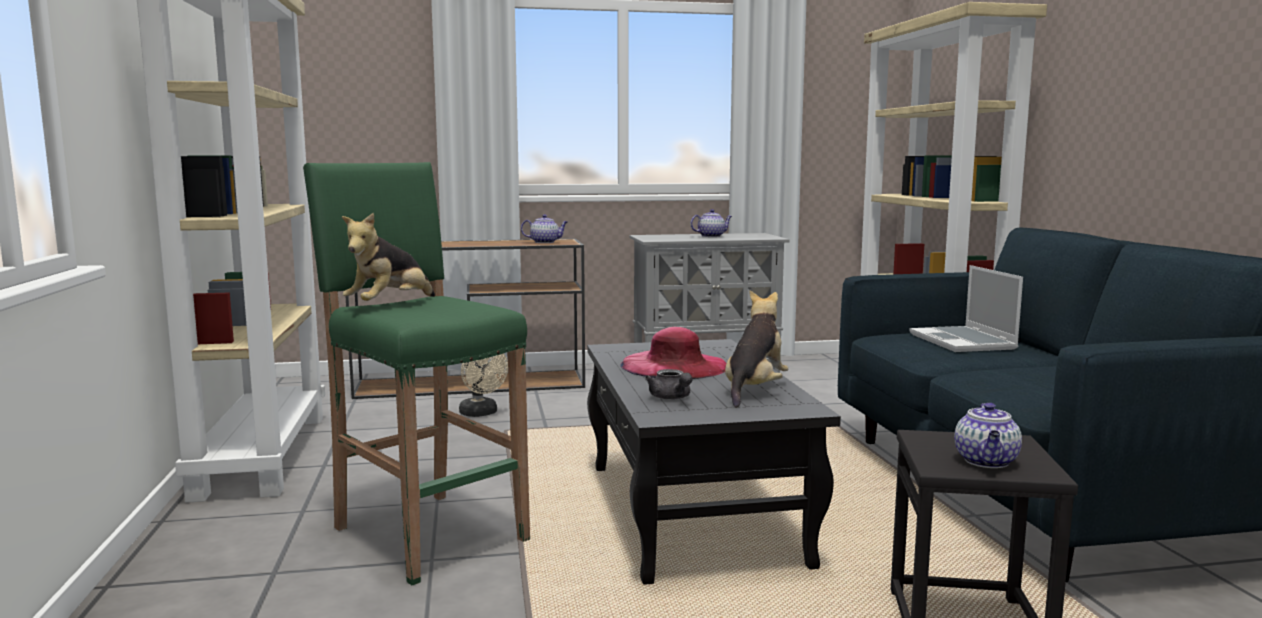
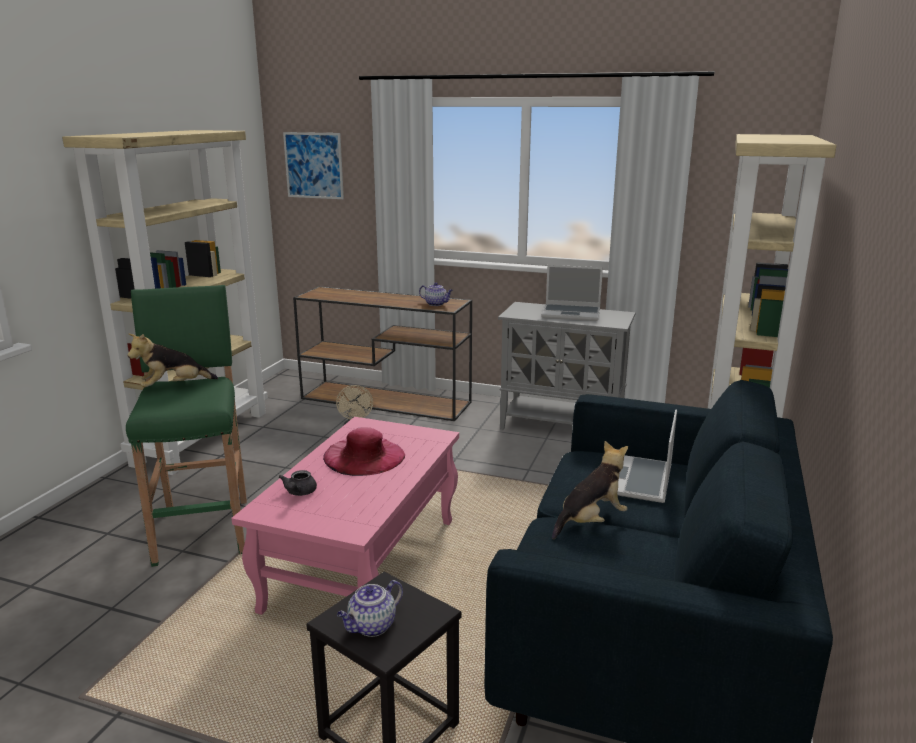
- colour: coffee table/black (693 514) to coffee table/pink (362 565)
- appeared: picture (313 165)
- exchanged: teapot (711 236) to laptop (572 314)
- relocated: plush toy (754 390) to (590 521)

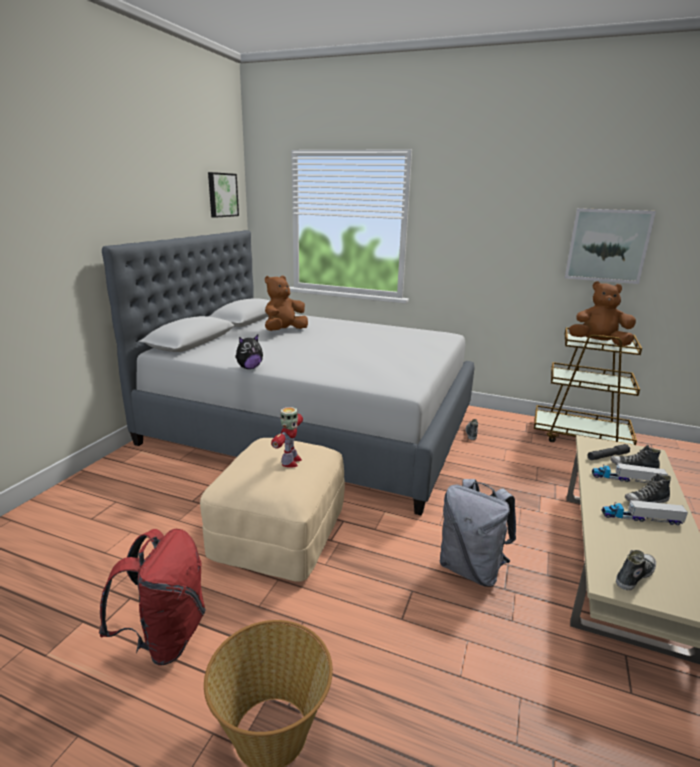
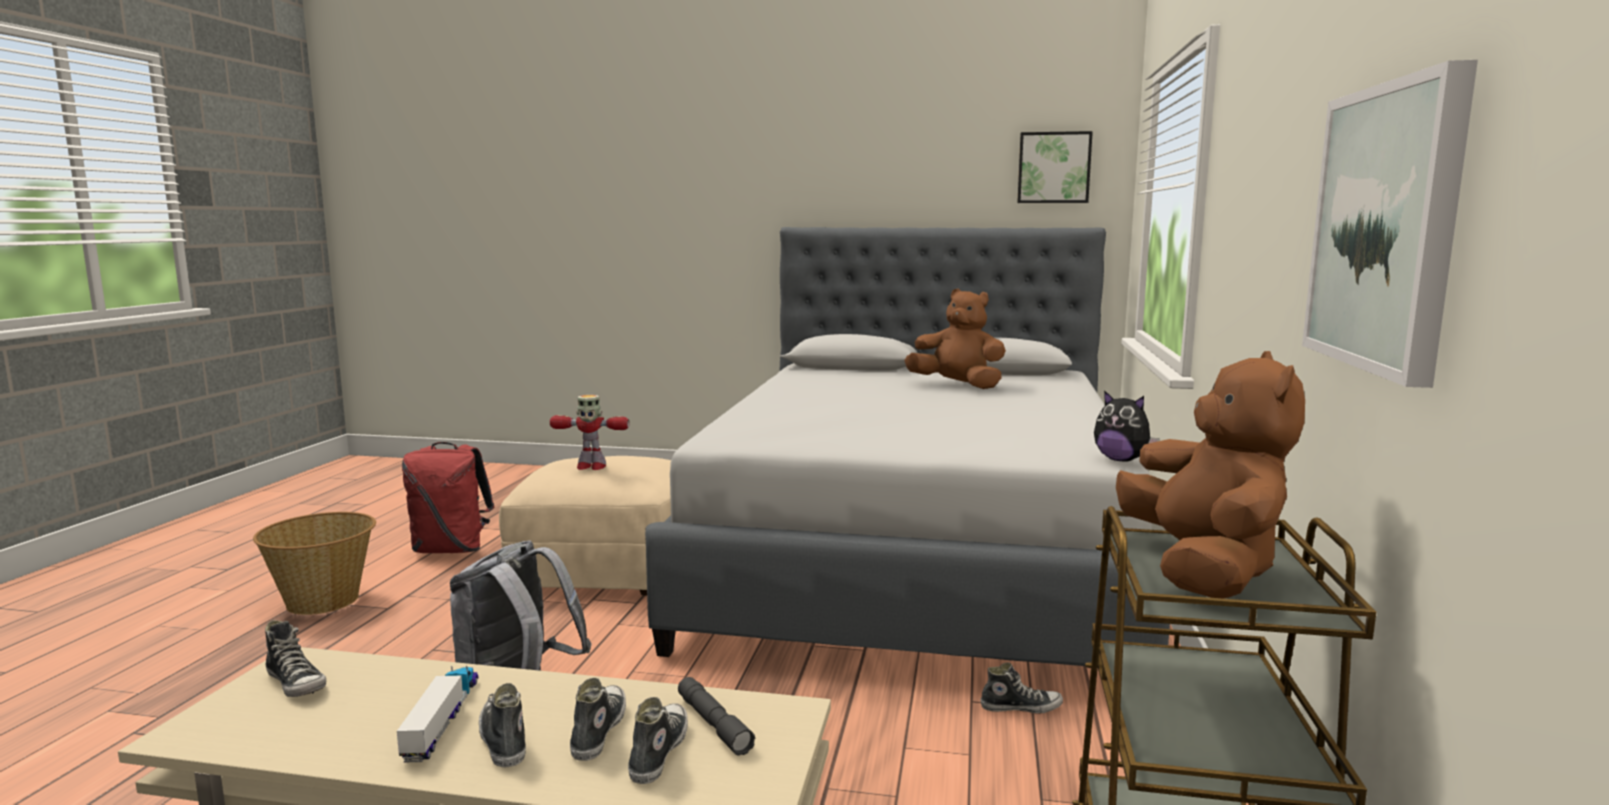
- exchanged: toy truck (626 479) to shoe (598 731)
- relocated: plush toy (249 368) to (1121 460)

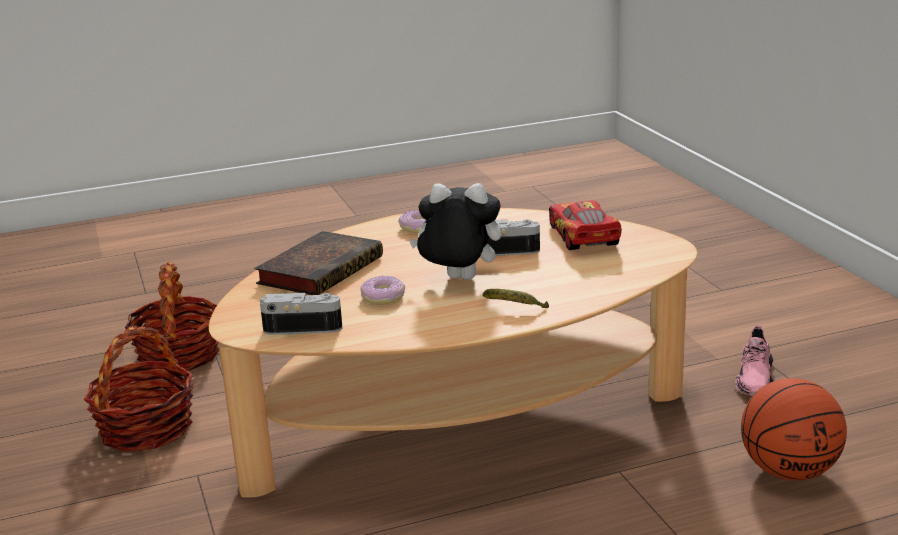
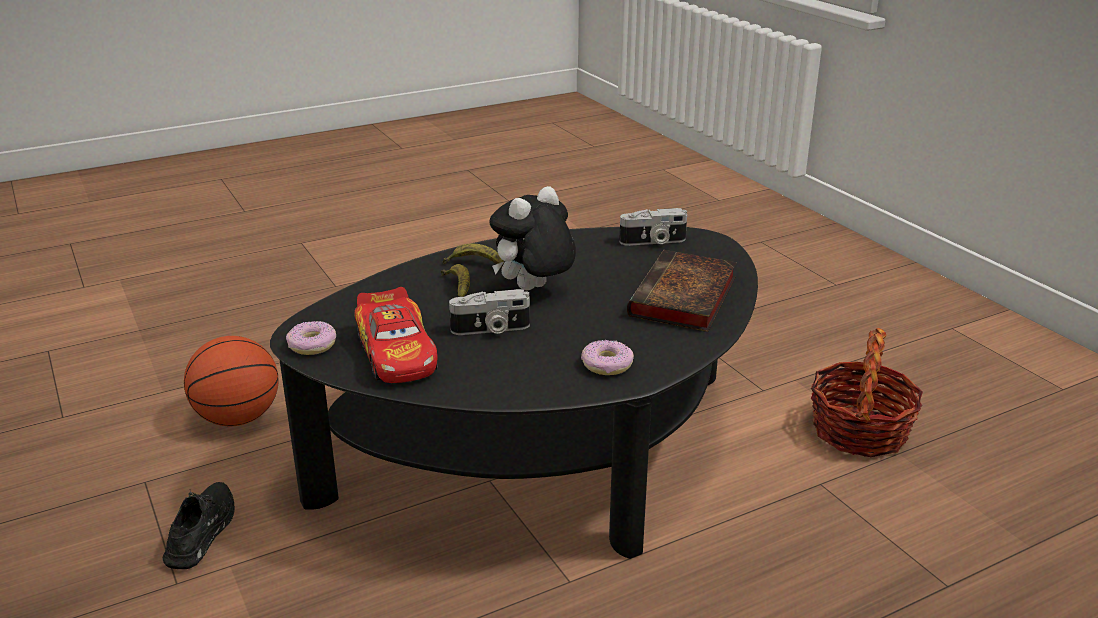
- colour: shoe/pink (755 378) to shoe/black (202 532)
- colour: coffee table/beige (459 421) to coffee table/black (544 455)
- relocated: donut (383 297) to (312 345)
- appeared: banana (458 287)
- spun: plush toy (458 280) = (533 290) 135 degrees clockwise
- missing: basket (179 356)

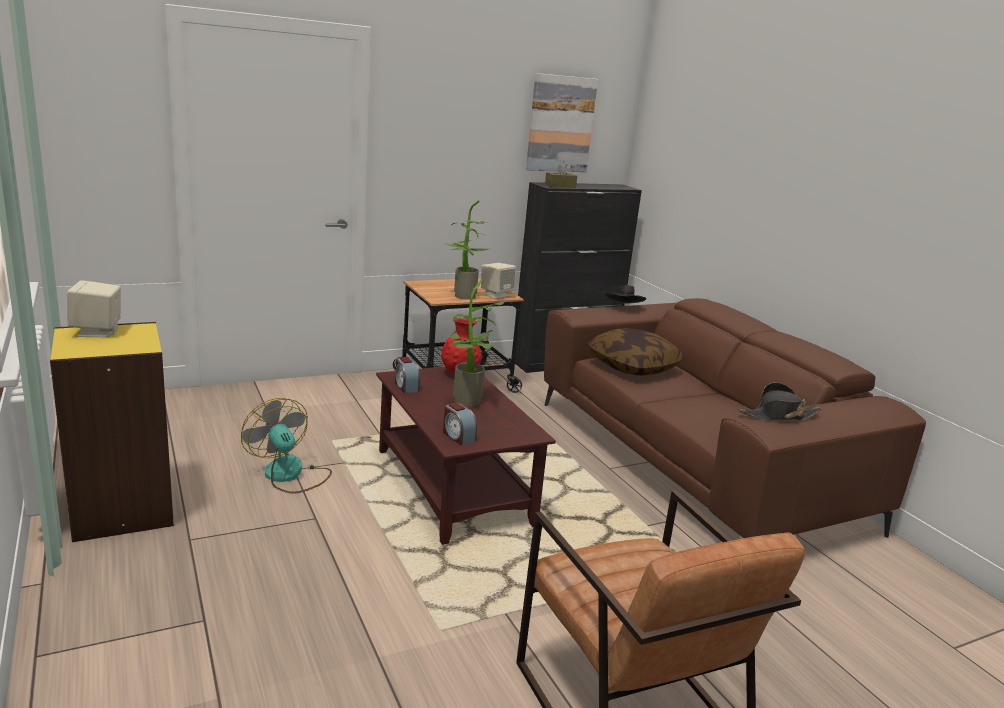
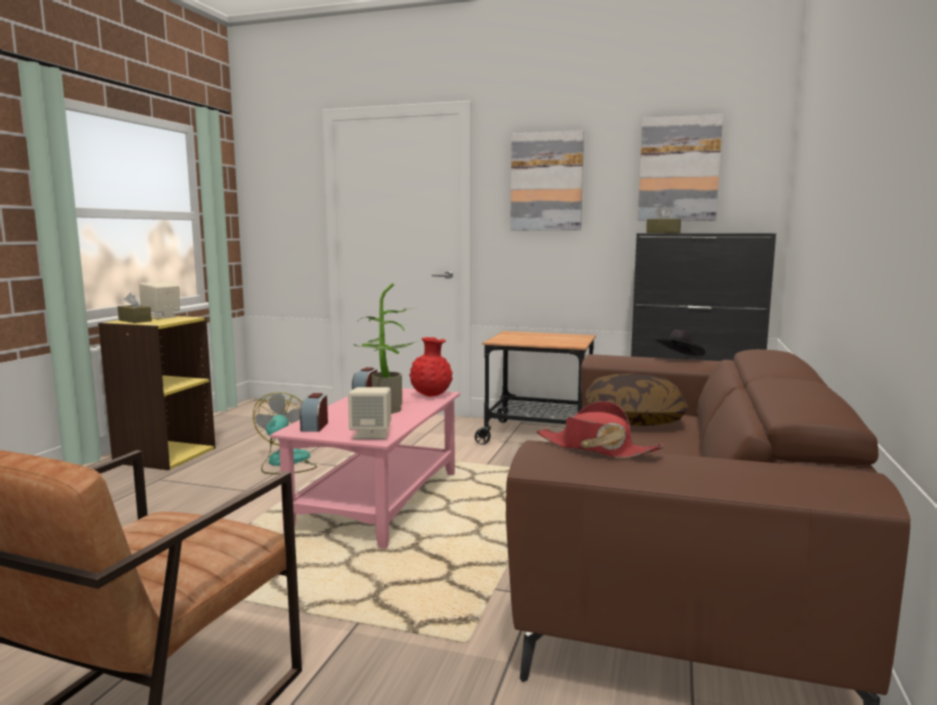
- appeared: tissue box/brown (135 320)
- colour: coffee table/brown (454 487) to coffee table/pink (378 502)
- relocated: speaker/beige (496 295) to (371 434)
- appeared: picture (546 182)
- colour: hat/black (778 415) to hat/red (596 448)
- missing: potted plant (462 297)

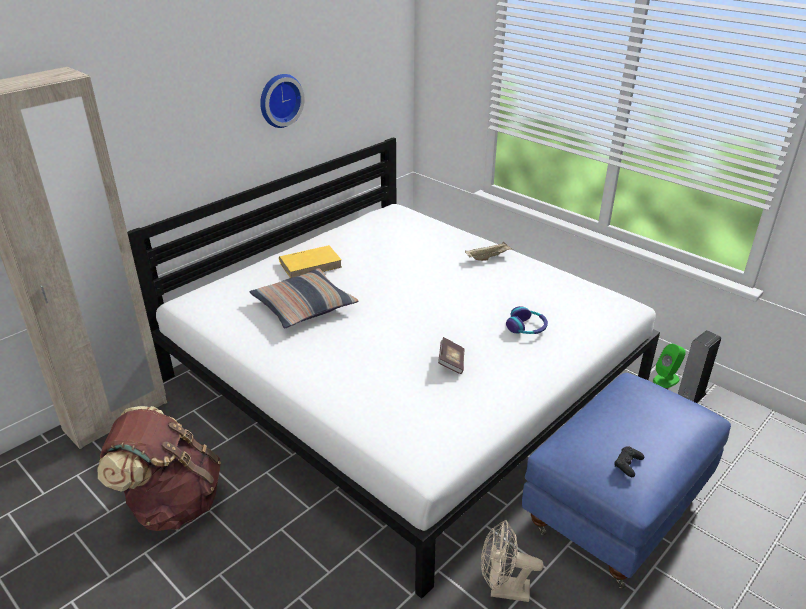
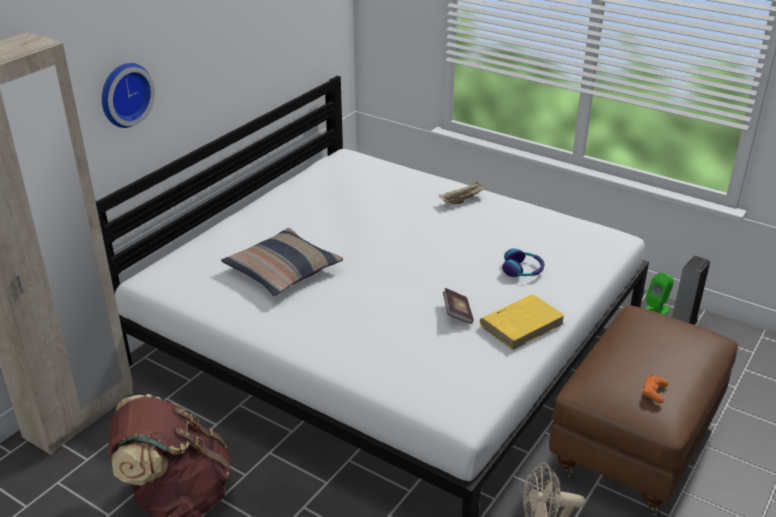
- relocated: wall clock (279 100) to (124 94)
- relocated: book/yellow (311 264) to (522 324)
- colour: ottoman/blue (615 509) to ottoman/brown (634 443)
- colour: game controller/black (628 464) to game controller/orange (654 392)

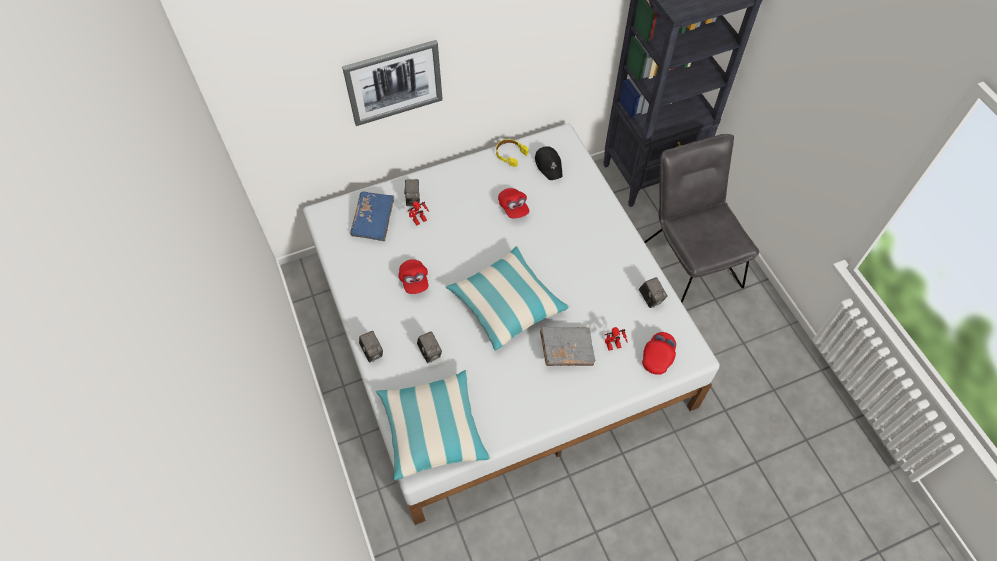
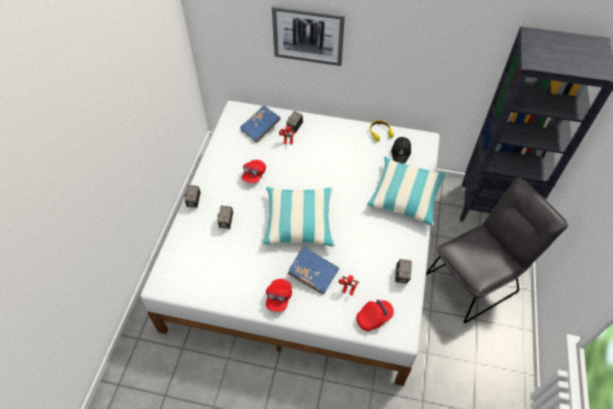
- relocated: cap/red (513 208) to (278 298)
- colour: book/grey (566 350) to book/blue (313 274)
- relocated: pillow (433 429) to (406 196)
- spun: chair/grey (688 260) = (476 280) 45 degrees clockwise

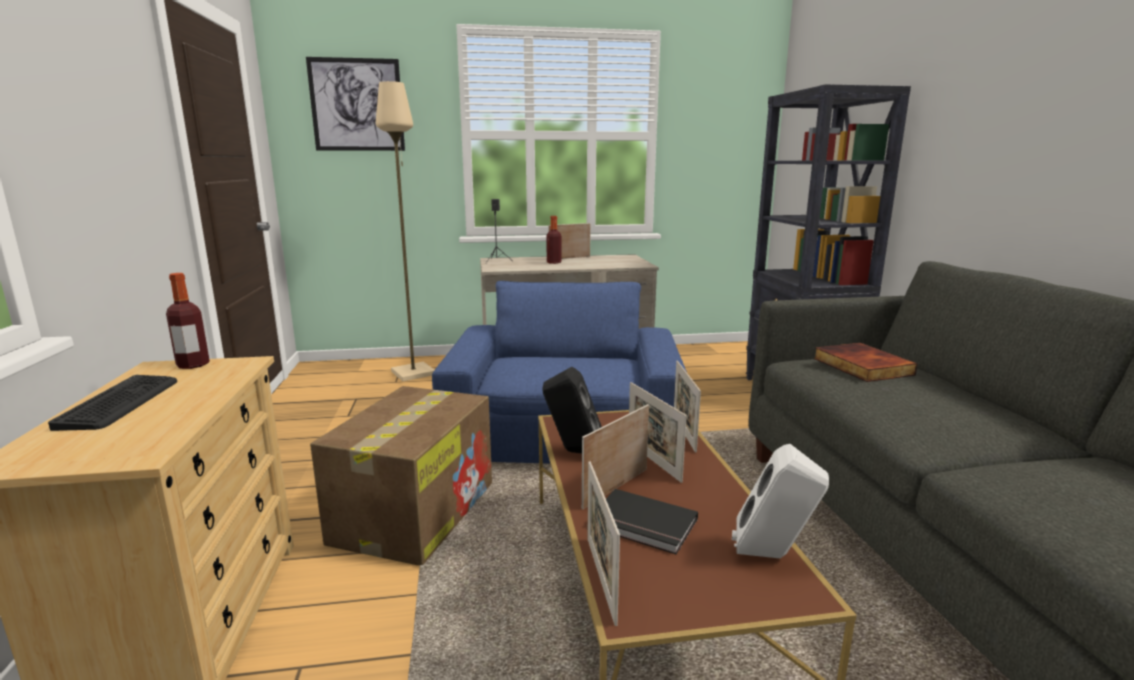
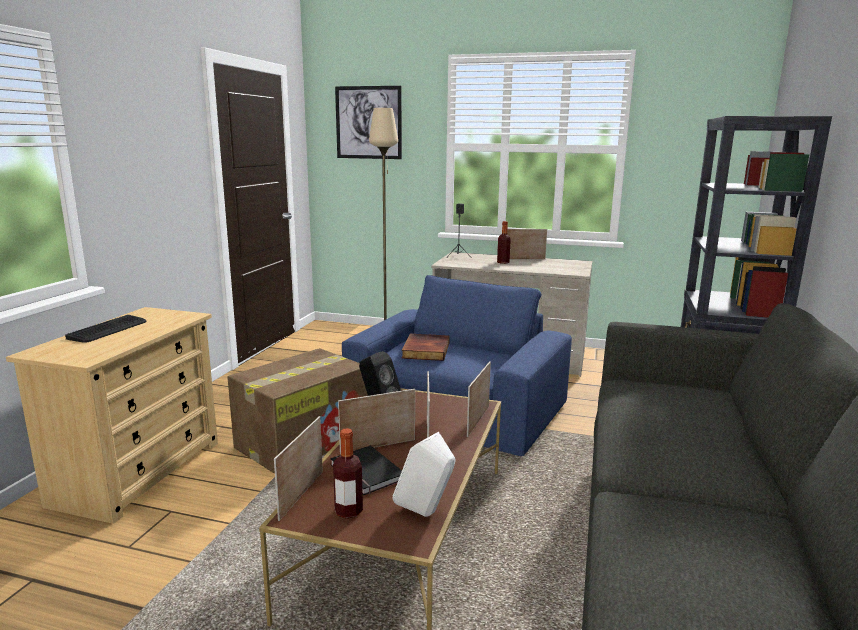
- relocated: bottle (193 365) to (348 511)
- relocated: book (860 366) to (424 350)

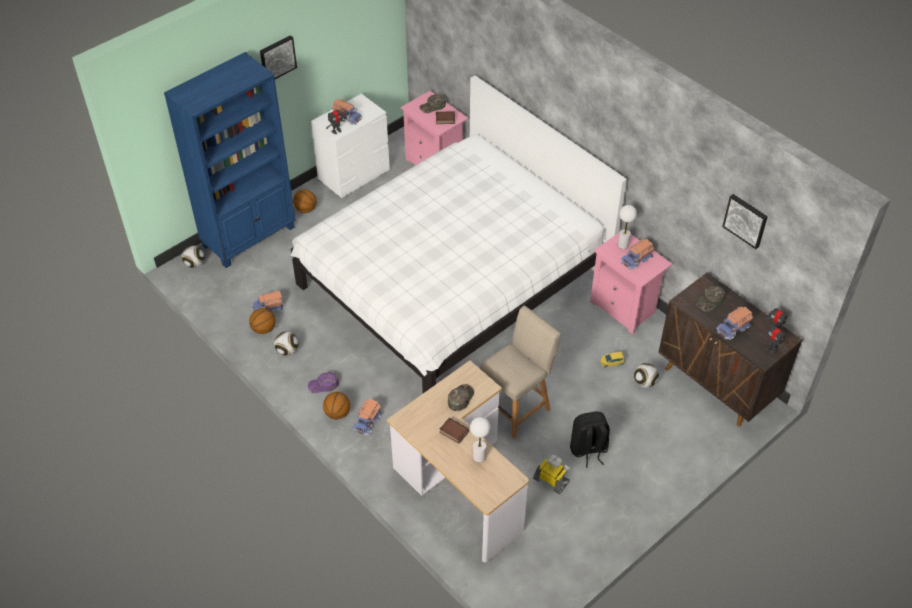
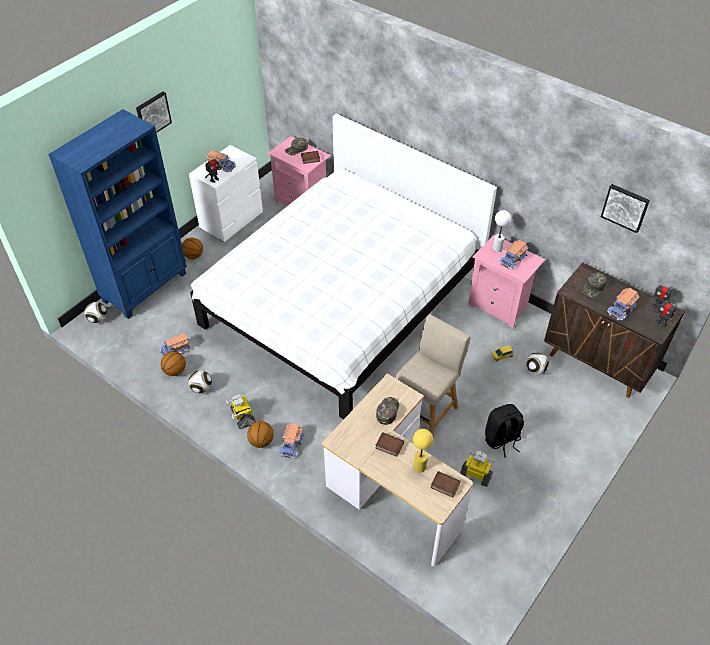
- exchanged: cap/purple (323 385) to toy robot (242 416)
- colour: table lamp/white (479 457) to table lamp/yellow (419 466)
- appeared: book (444 486)

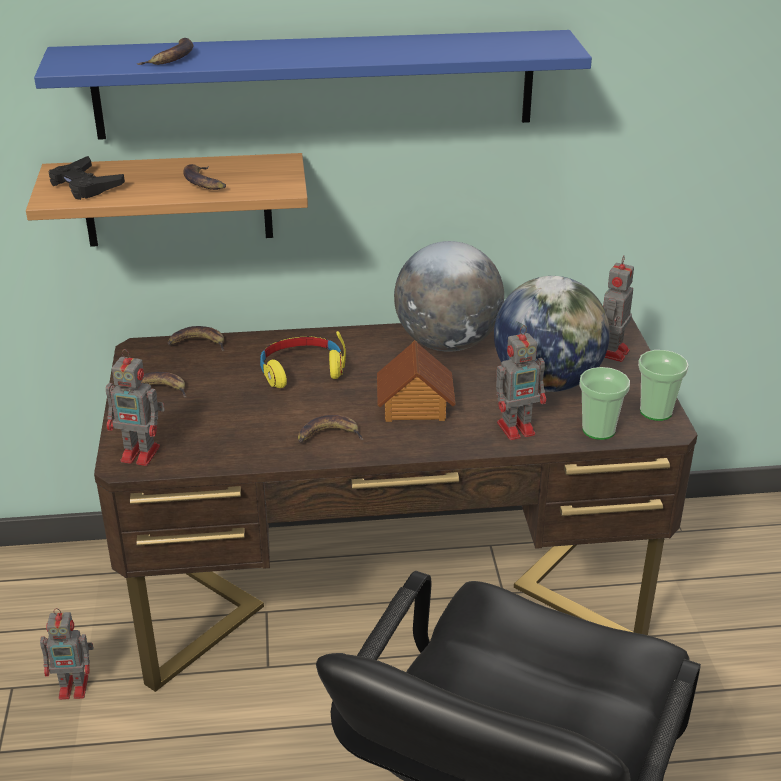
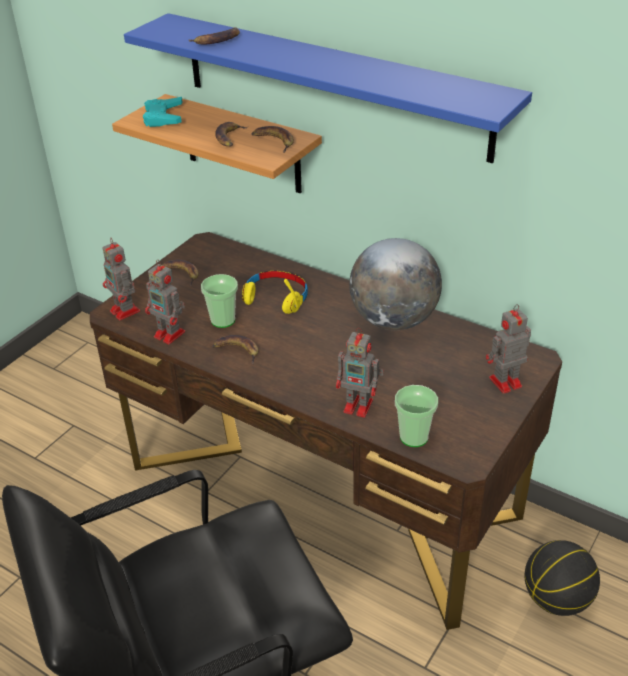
- colour: game controller/black (85 185) to game controller/turquoise (163 117)
- relocated: toy robot (75 687) to (170 335)
- relocated: cup (656 411) to (223 320)
- relocated: banana (197 343) to (274 141)
- appeared: basketball (557 599)
- missing: toy house (414 406)
- missing: globe (547 382)

